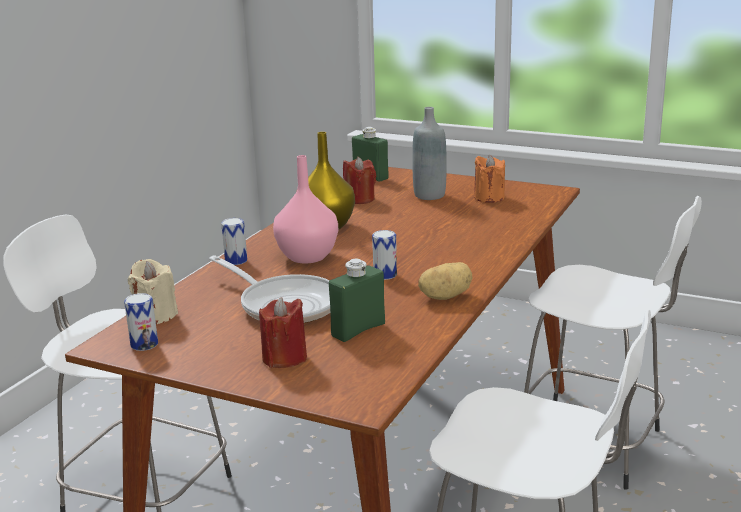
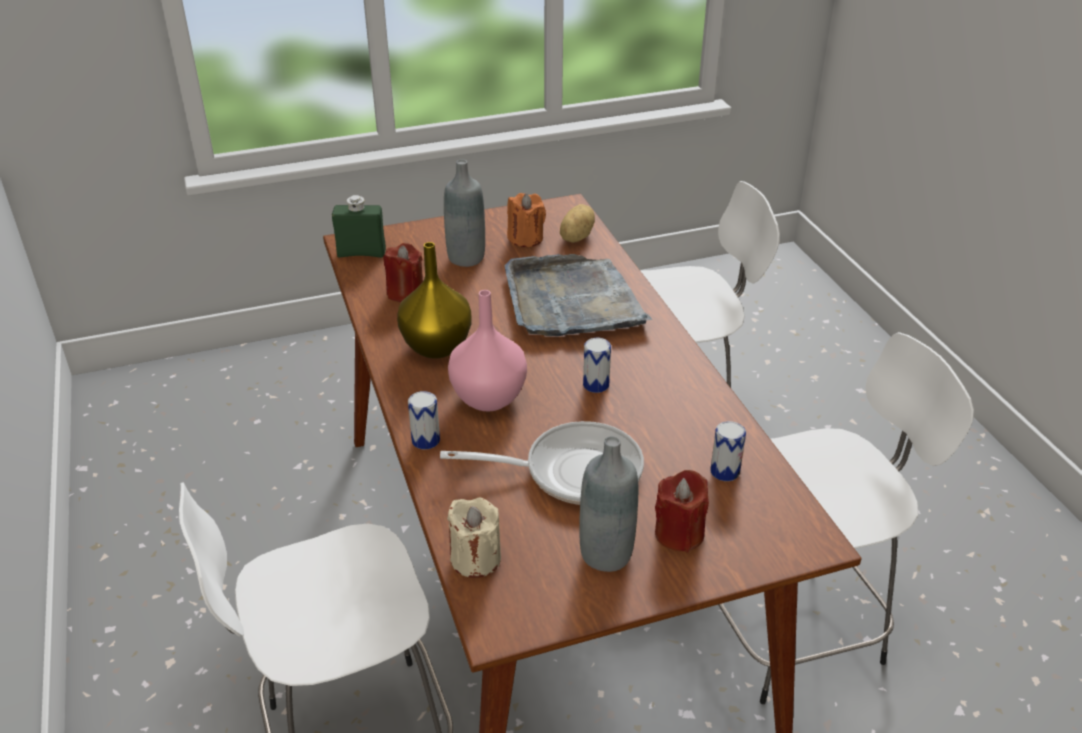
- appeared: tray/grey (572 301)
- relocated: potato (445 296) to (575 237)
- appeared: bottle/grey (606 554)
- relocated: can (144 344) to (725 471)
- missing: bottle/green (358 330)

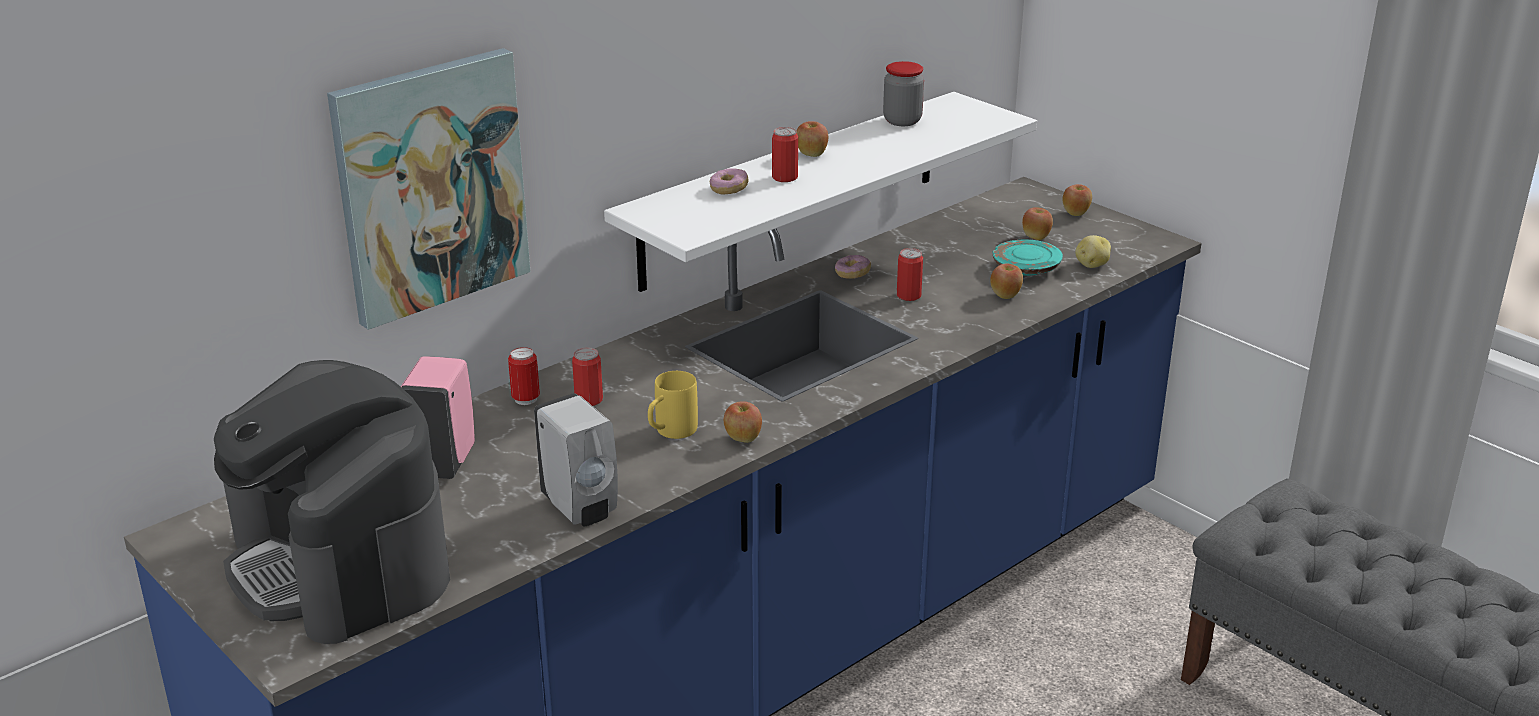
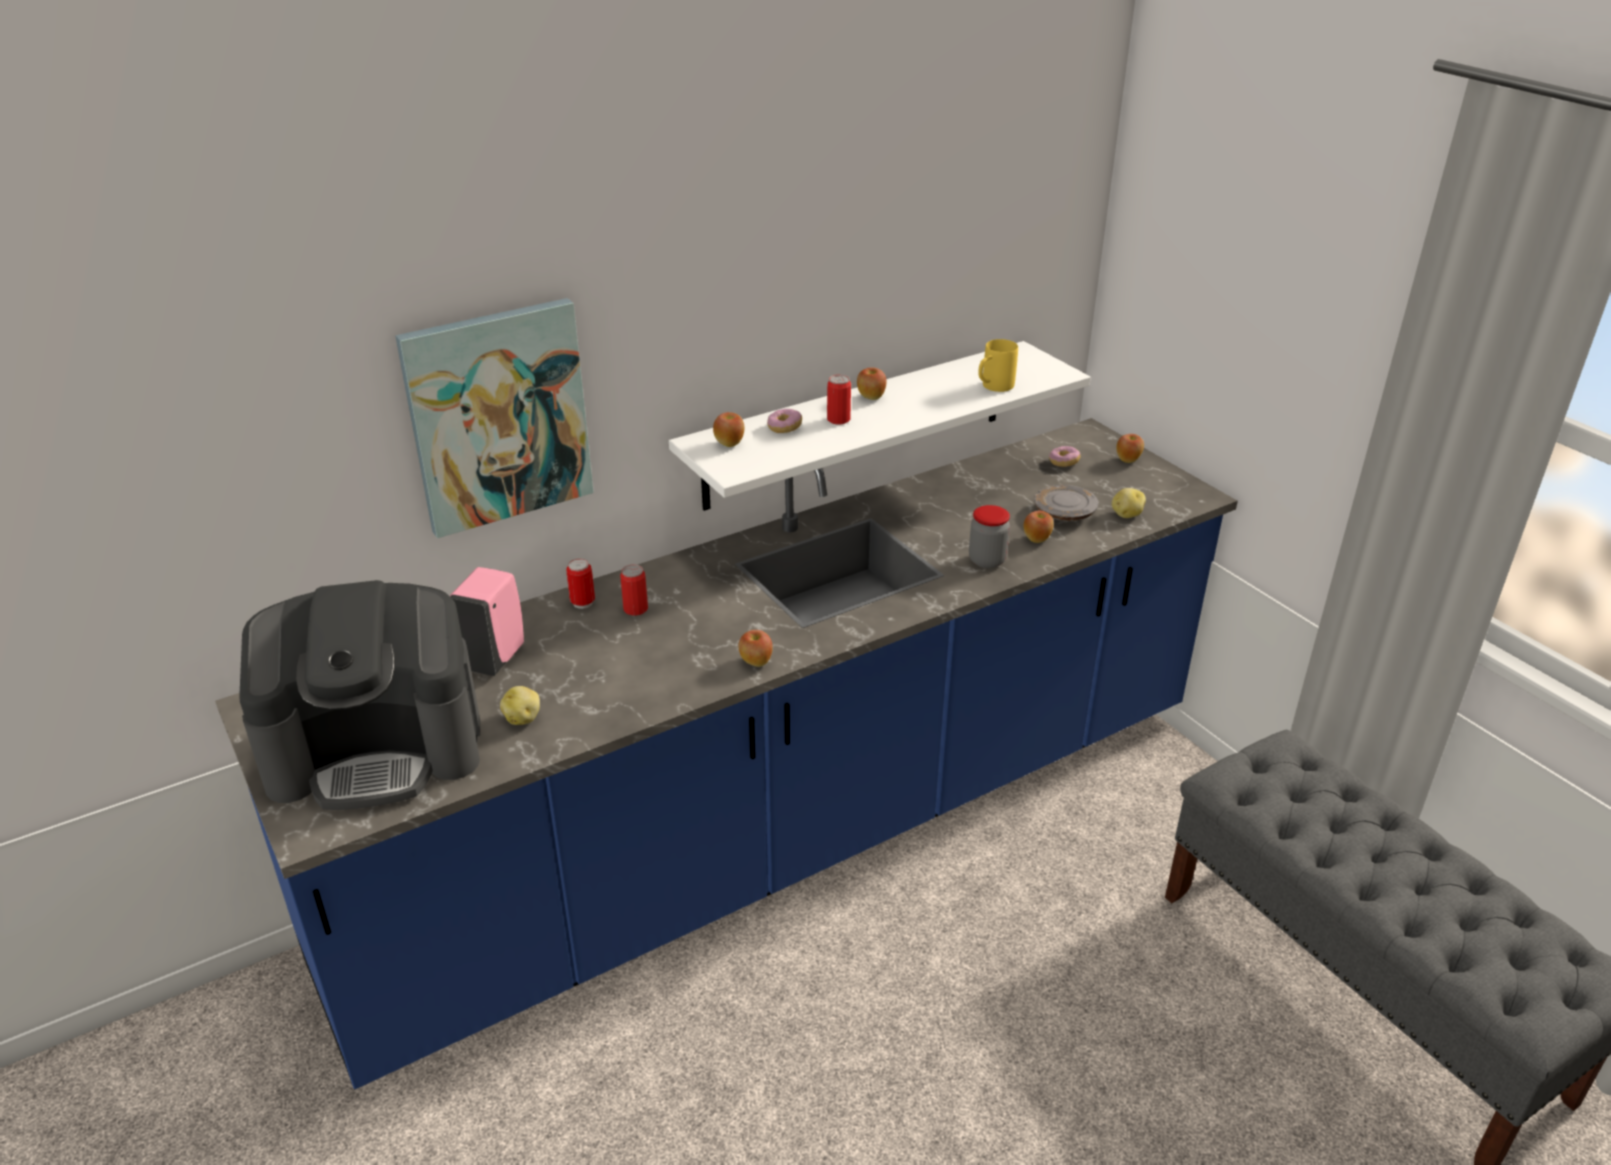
- spun: coffee machine (341 564) = (378 748) 75 degrees counterclockwise
- appeared: potato (523 718)
- relocated: apple (1036 237) to (729 443)
- relocated: jar (902 121) to (987 560)
- relocated: mug/yellow (670 432) to (993 387)
- colour: plate/turquoise (1026 269) to plate/grey (1064 513)
- relocated: donut (852 274) to (1063 462)
- missing: soap dispenser/white (581 509)
- missing: can (909 295)

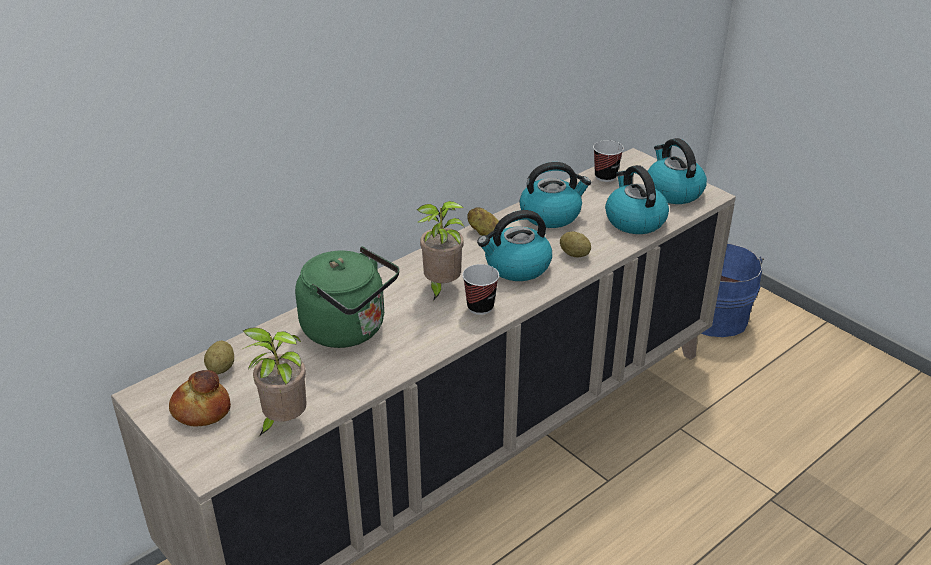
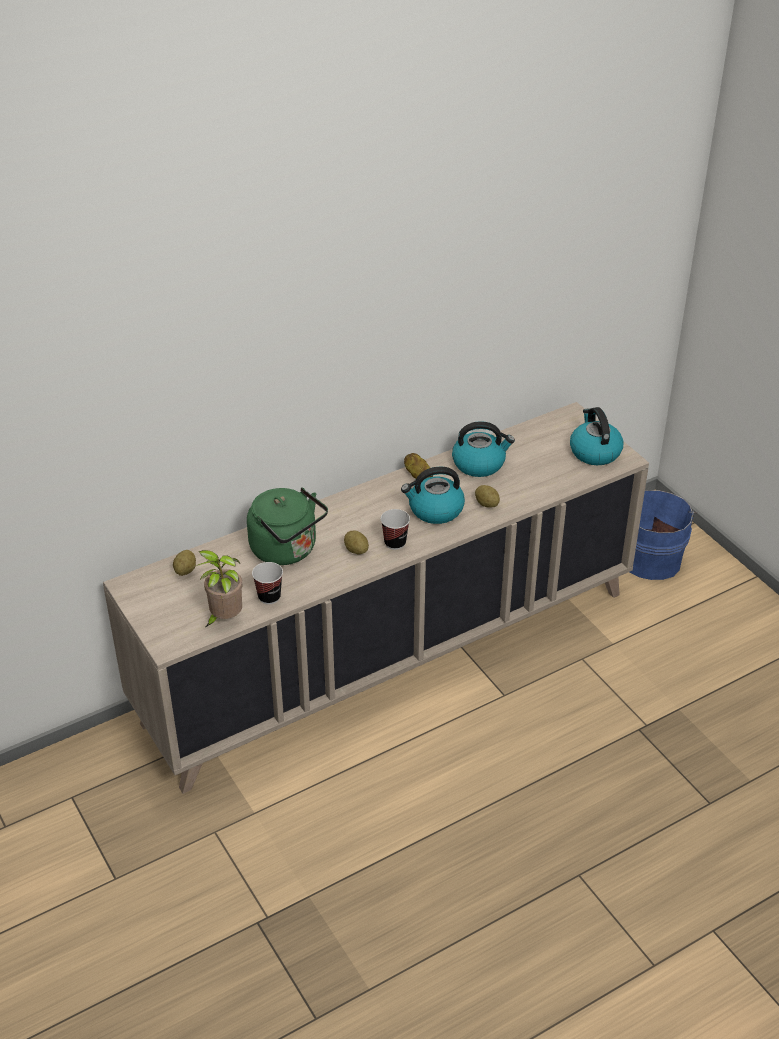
- relocated: cup (605 176) to (269 597)
- appeared: potato (356 550)
- missing: bread (200 410)
- missing: potted plant (441 287)
- missing: kettle (634 220)

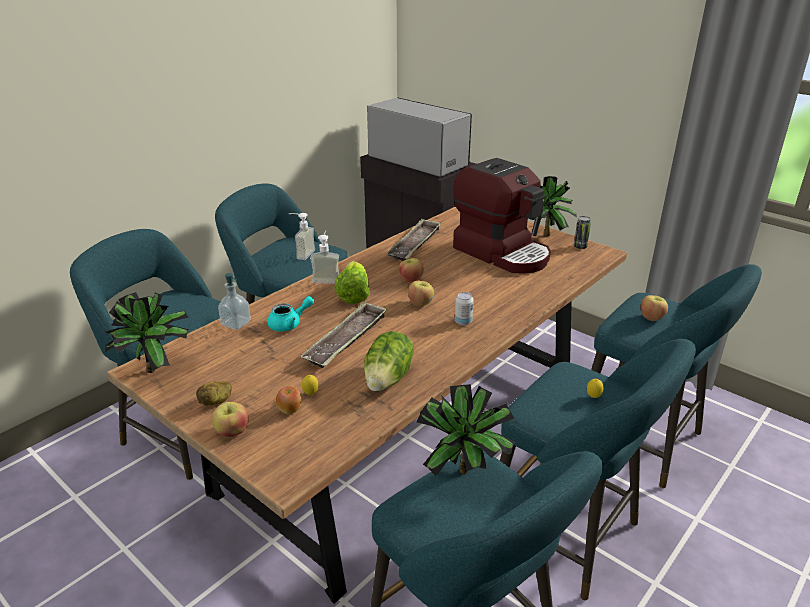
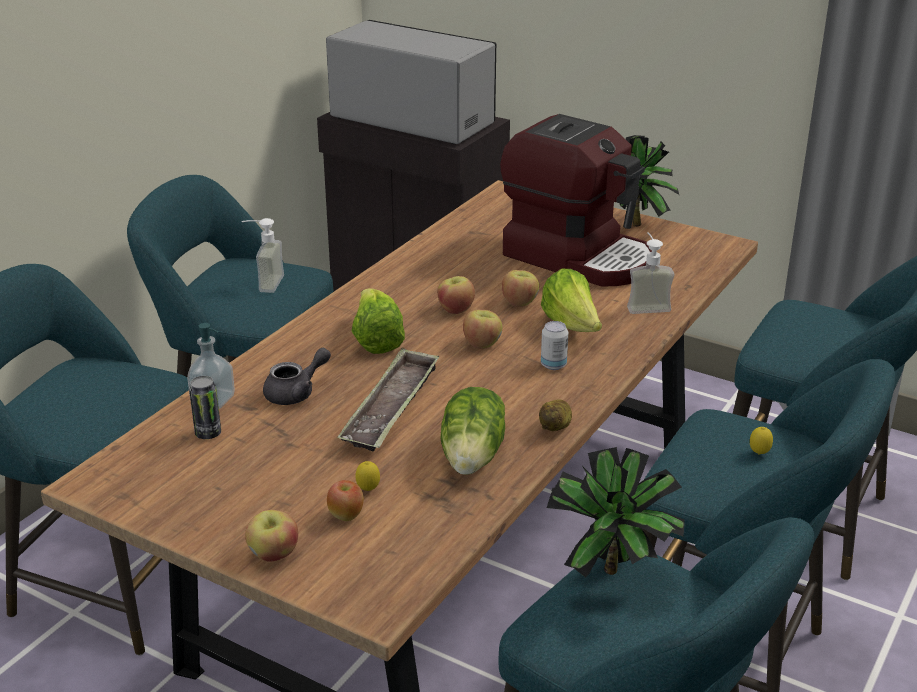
- relocated: can (580 247) to (208 433)
- colour: teapot/turquoise (289 324) to teapot/grey (296 393)
- relocated: apple (652 318) to (520 302)
- relocated: potato (216 401) to (556 427)
- appeared: lettuce (572 326)
- relocated: soap dispenser (327 278) to (646 305)
- missing: potted plant (157 370)
- missing: tray (415 244)

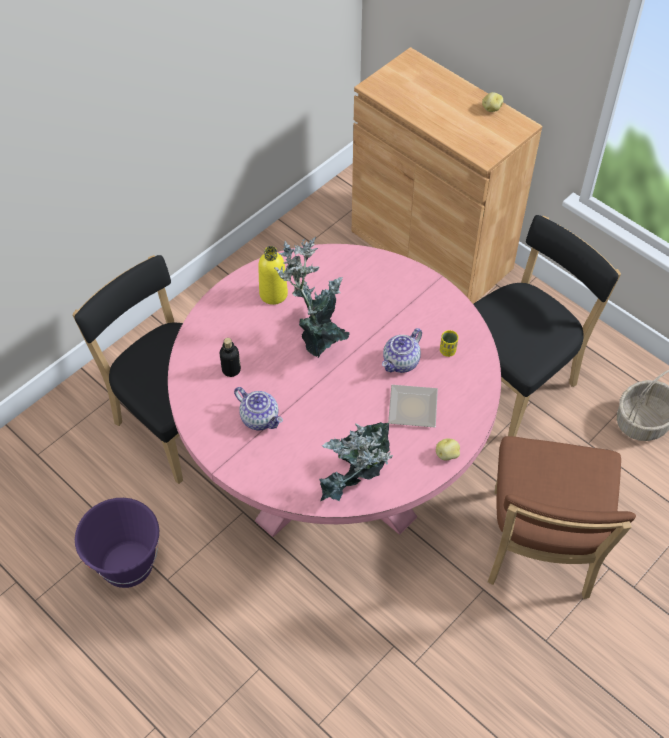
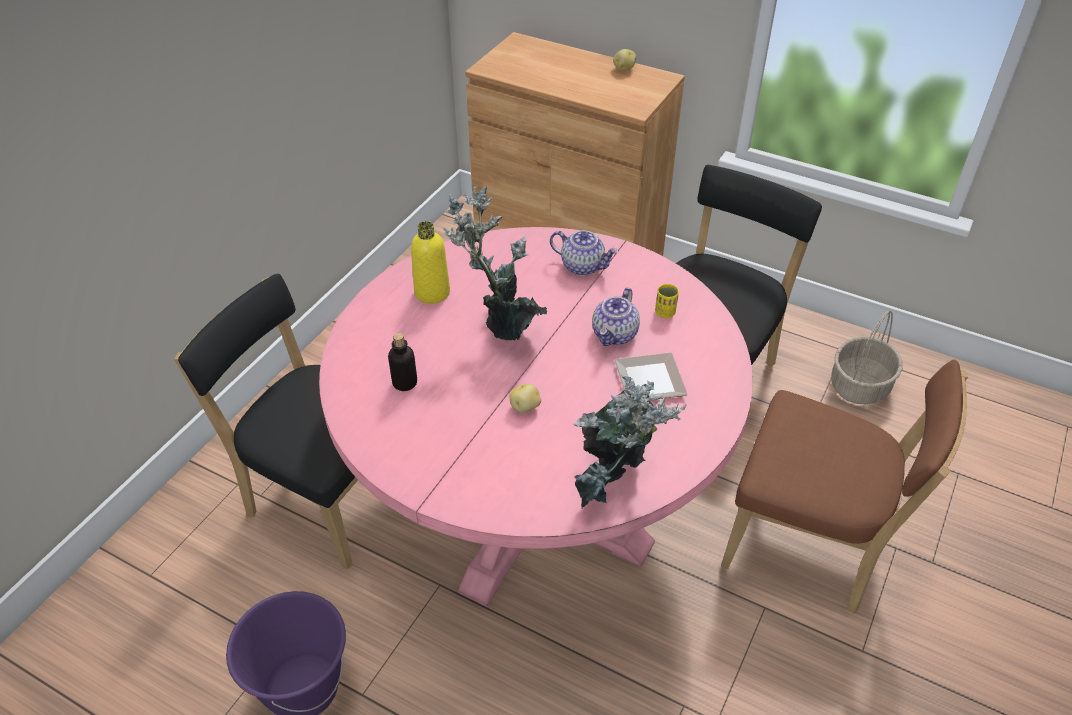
- relocated: potato (447 455) to (525 407)
- relocated: teapot (260 418) to (583 266)
- spun: chair/brown (540 550) = (810 545) 60 degrees counterclockwise

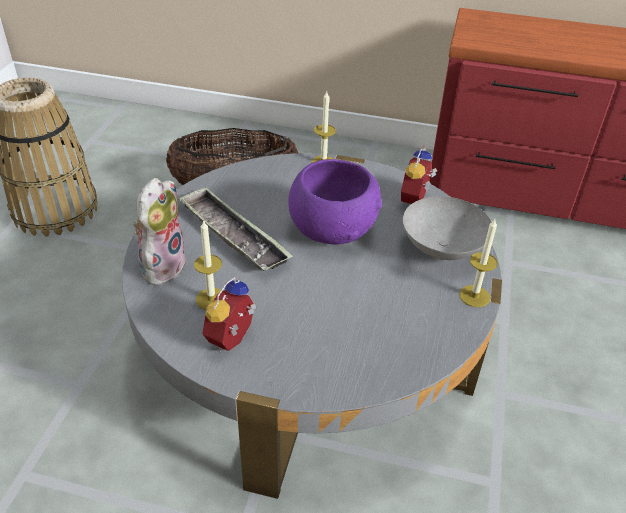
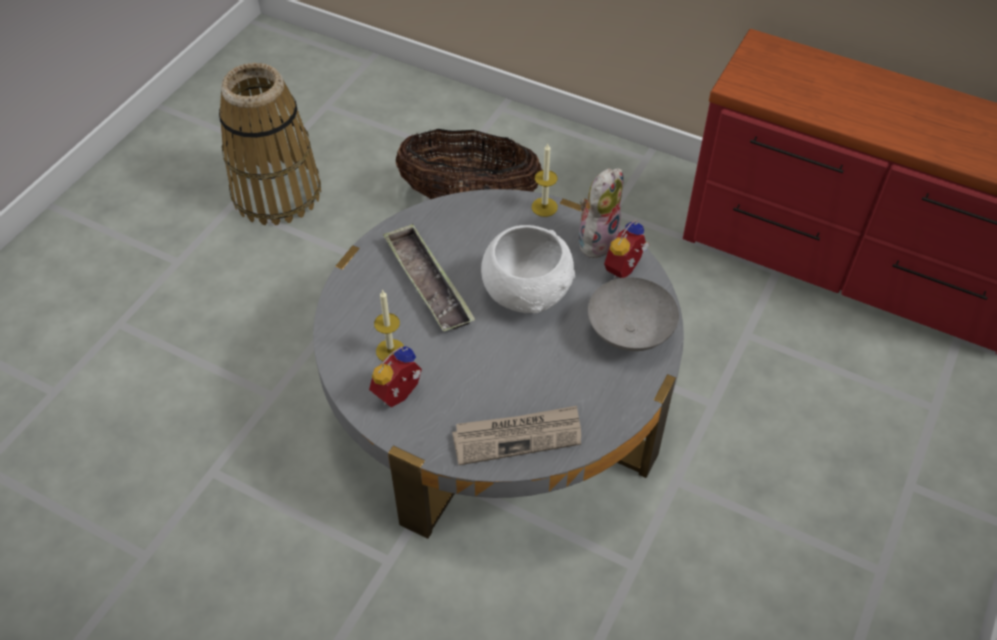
- appeared: newspaper (518 436)
- colour: bowl/purple (333 230) to bowl/white (528 292)
- relocated: plush toy (162 265) to (596 239)
- missing: candle (474 296)

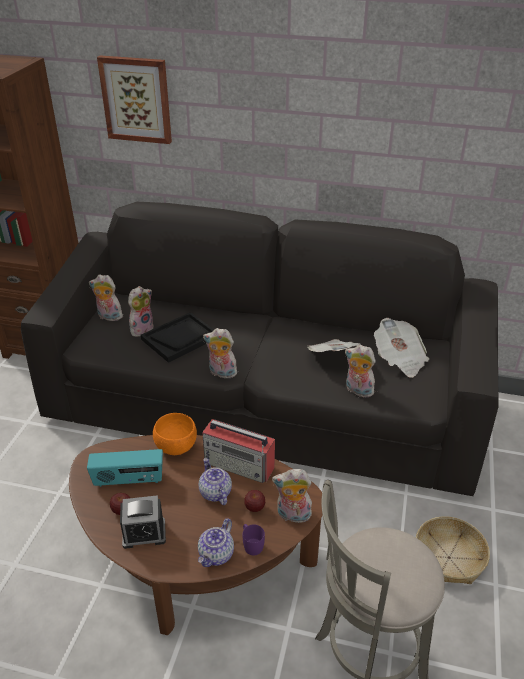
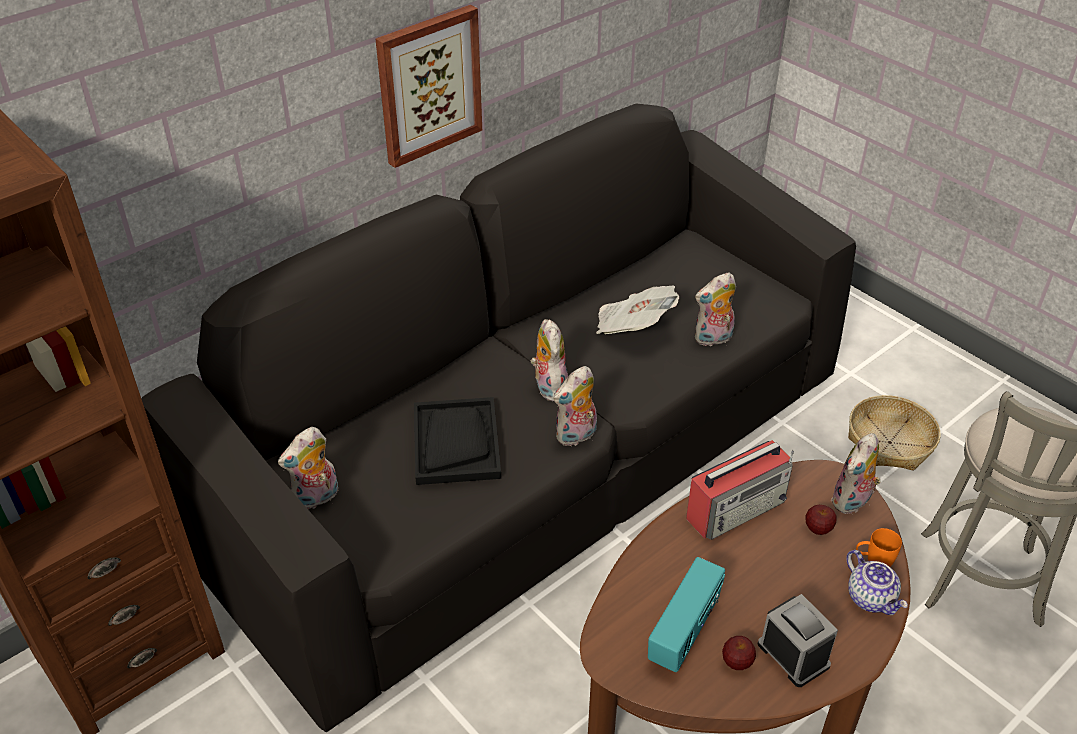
- relocated: picture (136 99) to (428 85)
- relocated: plush toy (142 329) to (548 387)
- spun: alarm clock (144 533) = (793 655) 60 degrees counterclockwise
- colour: mug/purple (251 544) to mug/orange (874 559)
- missing: bowl/orange (176 447)
- missing: teapot (215 492)
- missing: newspaper (399 359)

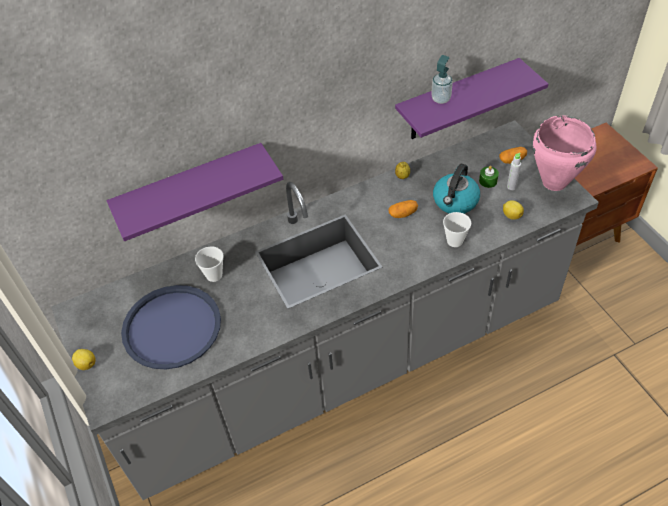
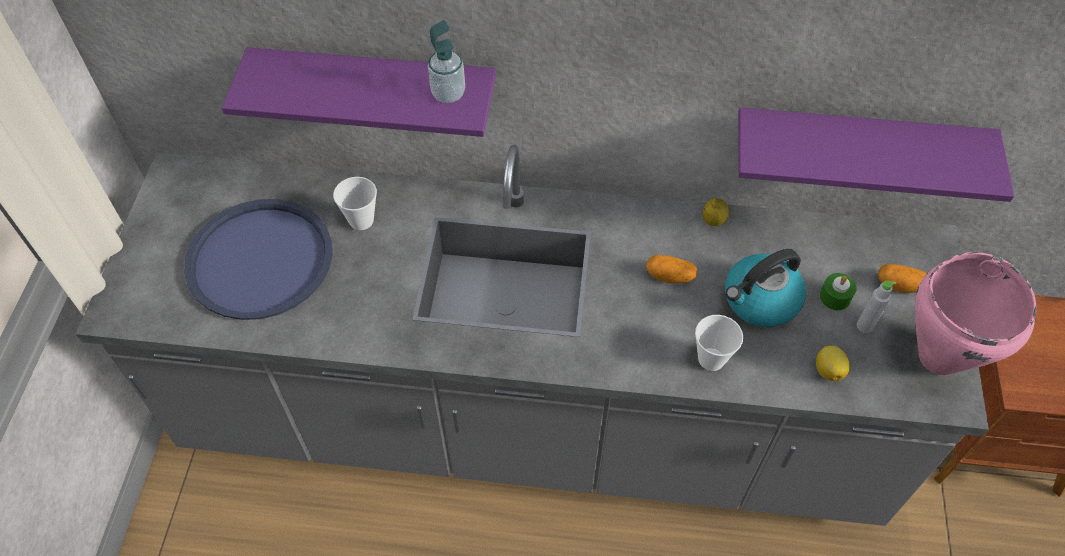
- relocated: soap dispenser (441 99) to (448 94)
- missing: lemon (86 364)

